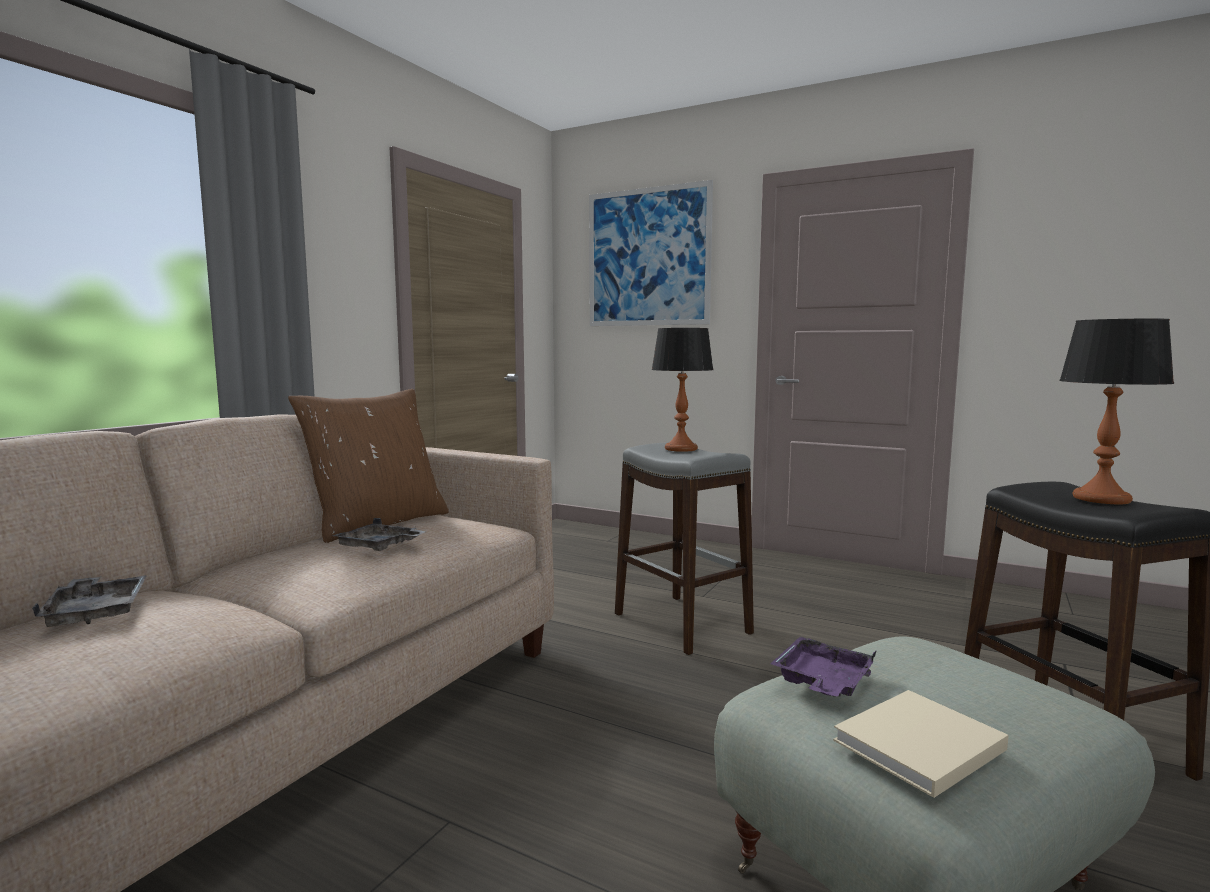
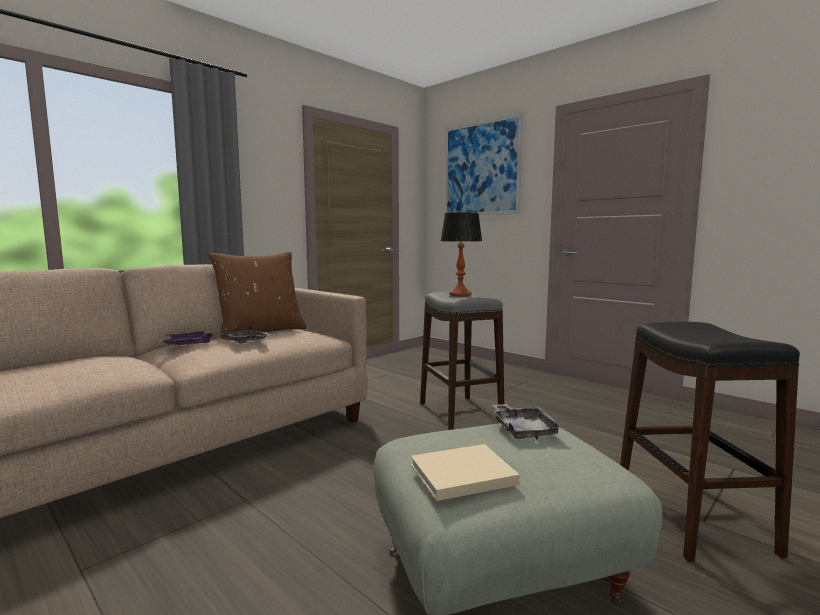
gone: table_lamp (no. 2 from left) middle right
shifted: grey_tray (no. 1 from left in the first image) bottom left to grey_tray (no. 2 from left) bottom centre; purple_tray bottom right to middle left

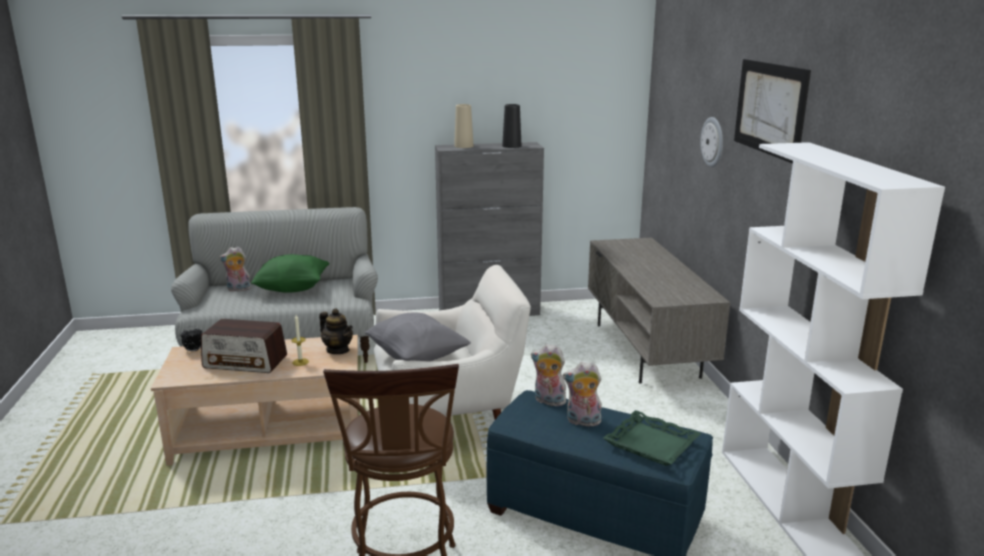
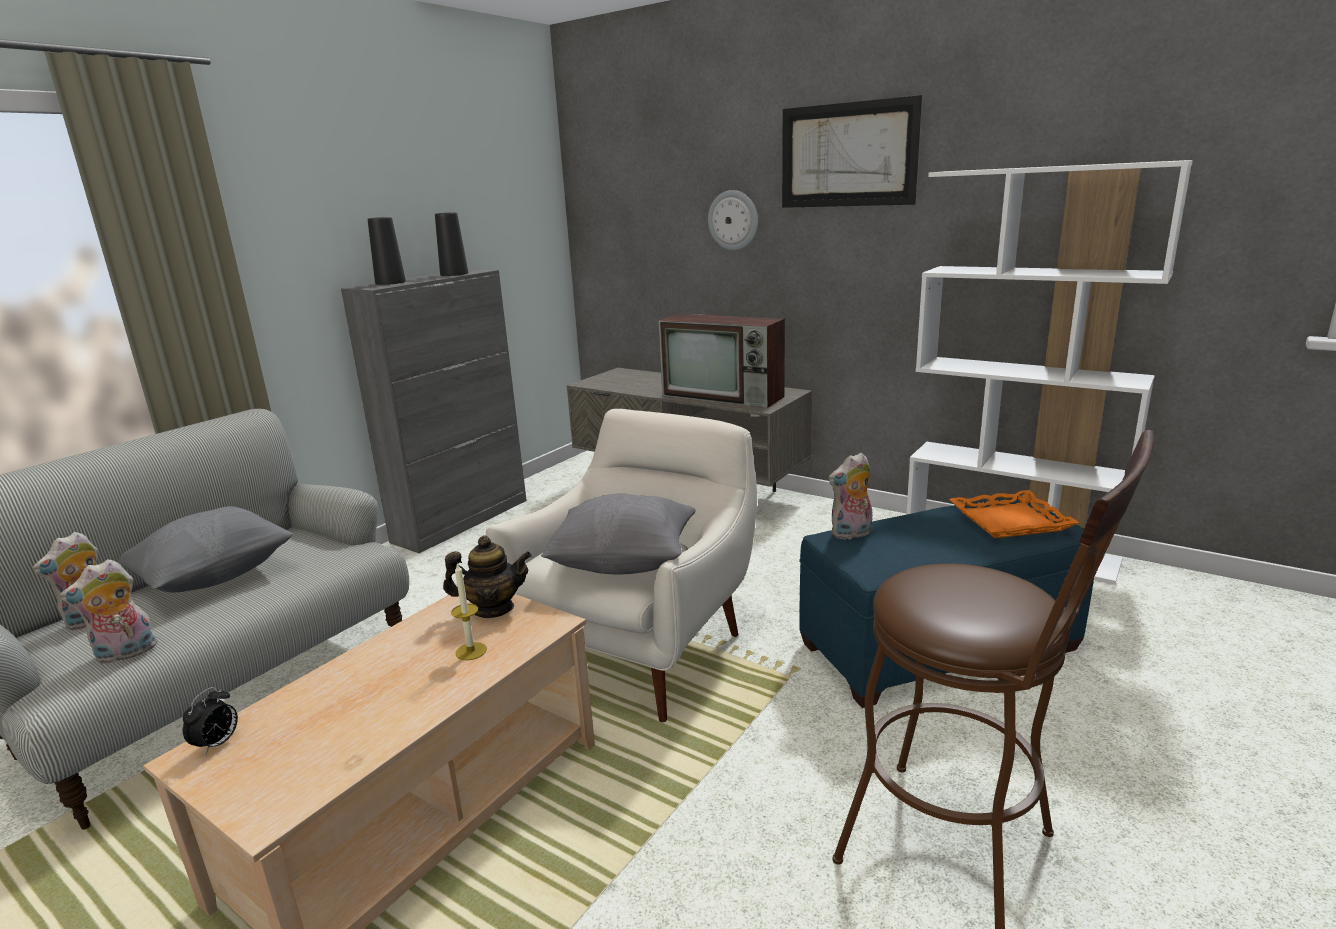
gone: radio middle left
new: television centre
shifted: plush_toy (no. 3 from left in the first image) bottom centre to plush_toy (no. 2 from left) middle left
repainted: beige_vase top centre to black_vase (no. 1 from left) top left; green_pillow middle left to grey_pillow (no. 1 from left) middle left; green_tray bottom centre to orange_tray middle right

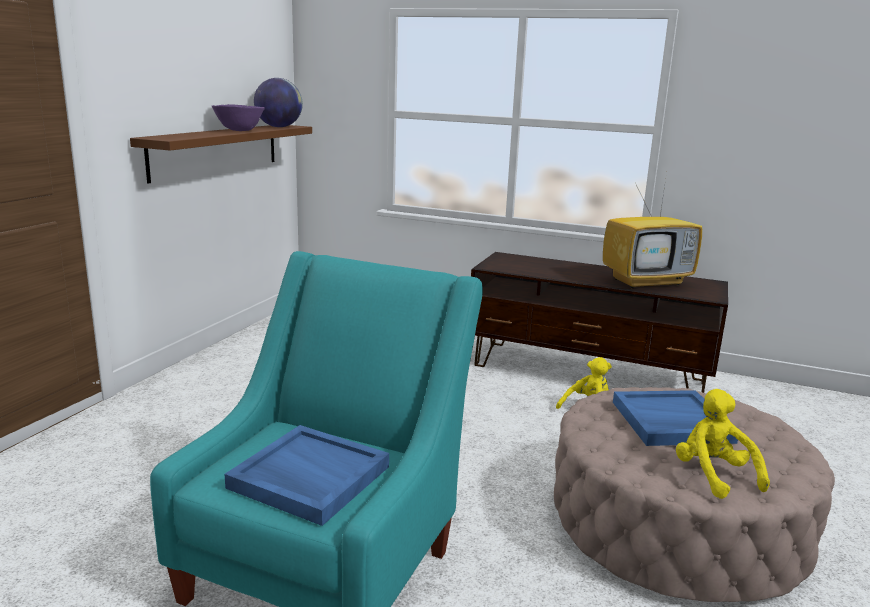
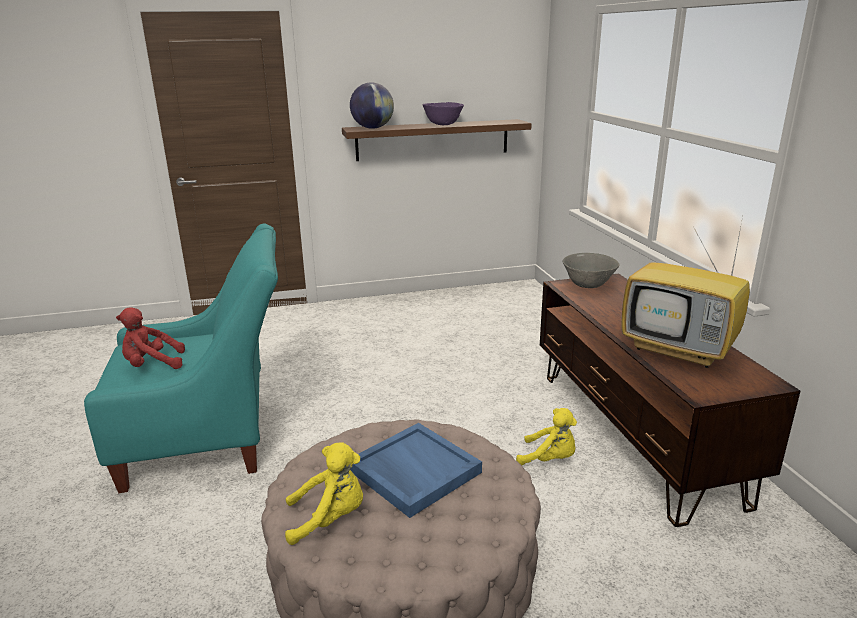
new: grey_bowl middle right
shifted: globe top left to top centre
swapped: blue_tray (no. 1 from left) bottom centre to red_plush_toy middle left
rotated: yellow_plush_toy (no. 2 from left in the first image) bottom right = bottom centre 45 degrees clockwise

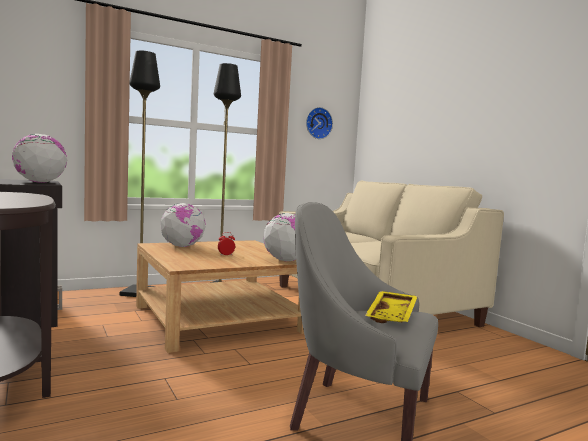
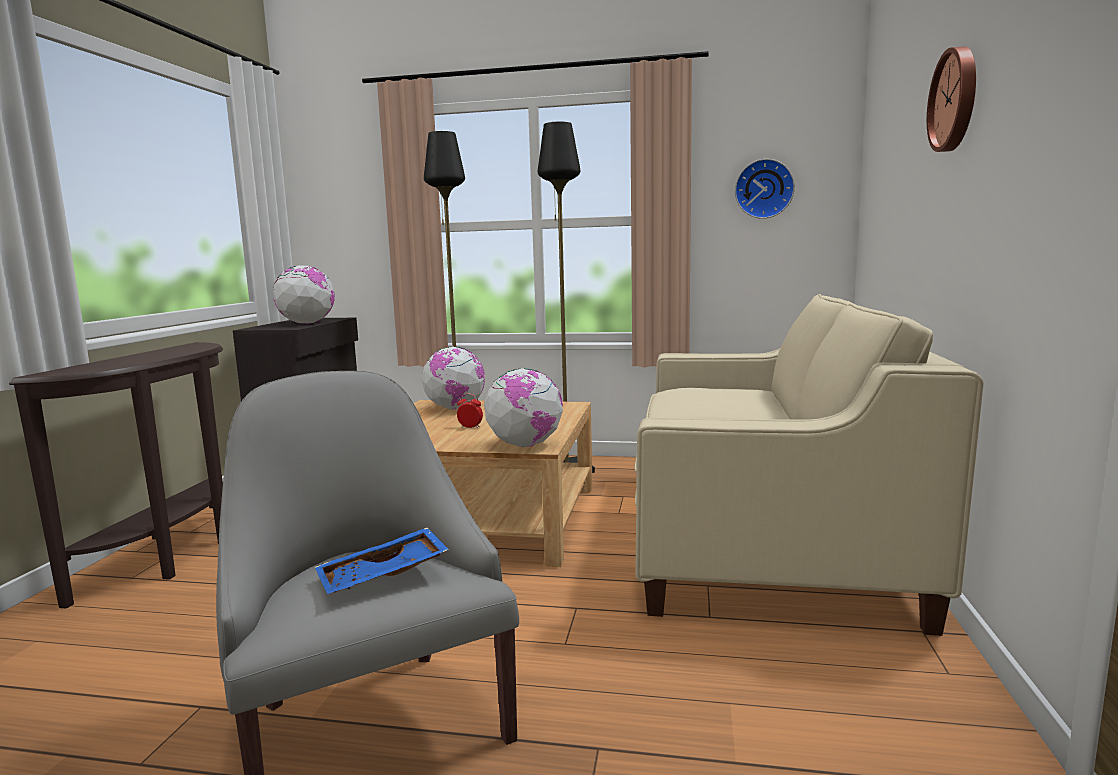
new: wall_clock (no. 2 from left) top right
repainted: yellow_tray bottom centre to blue_tray bottom centre

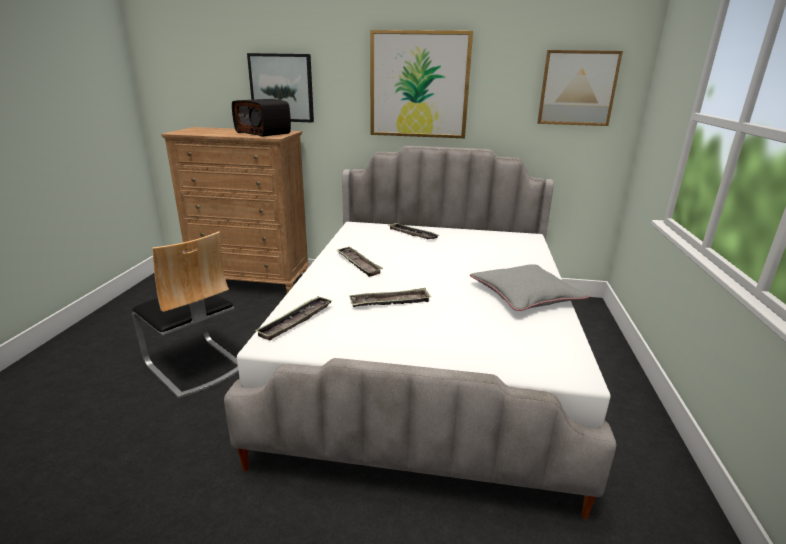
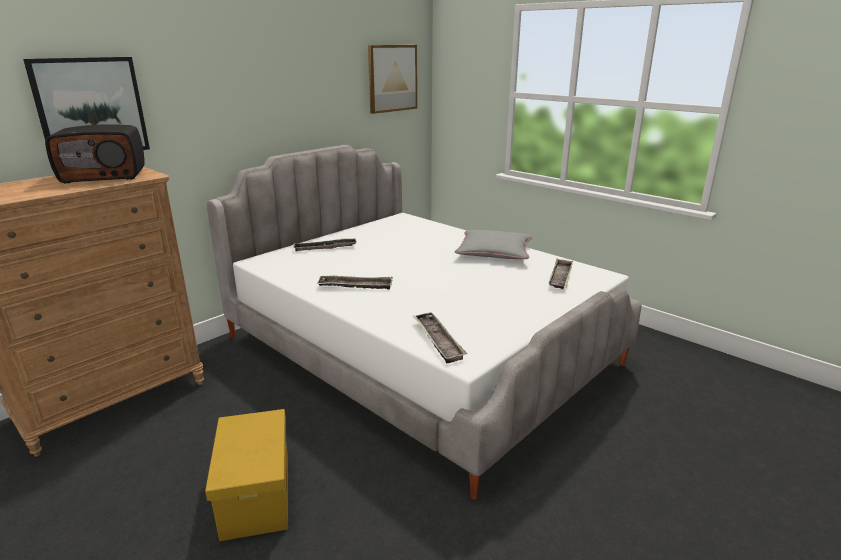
gone: picture (no. 2 from left) top centre
shifted: tray (no. 3 from left in the first image) centre to tray (no. 4 from left) middle right
swapped: chair middle left to yellow_storage_box bottom left

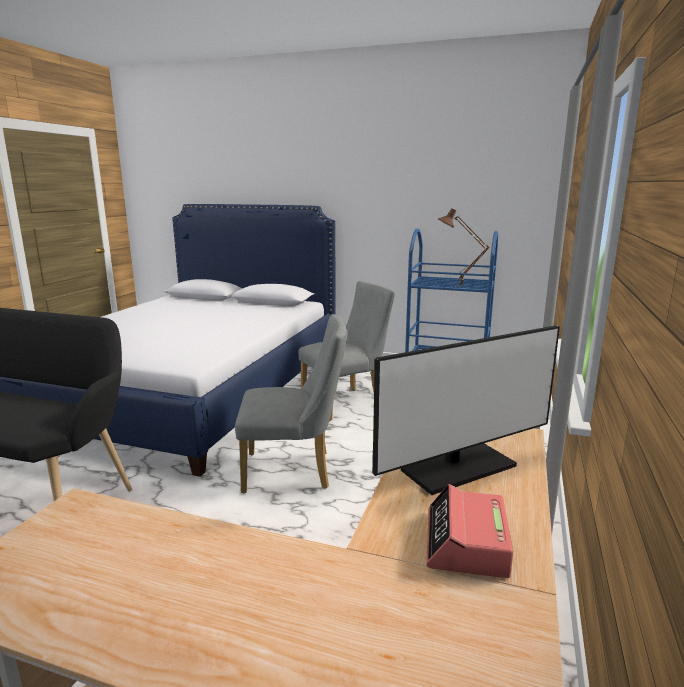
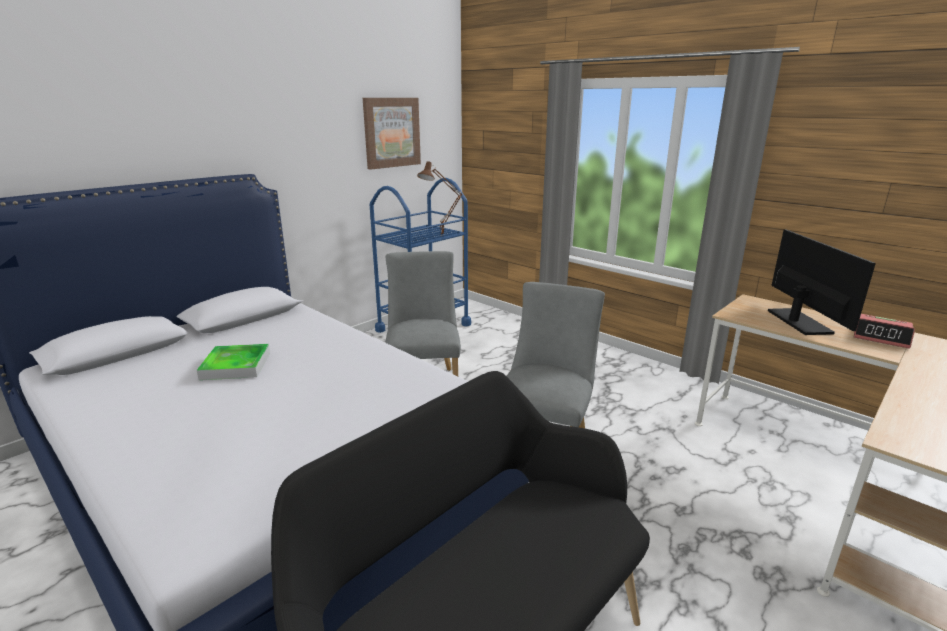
new: picture top centre; tray middle left

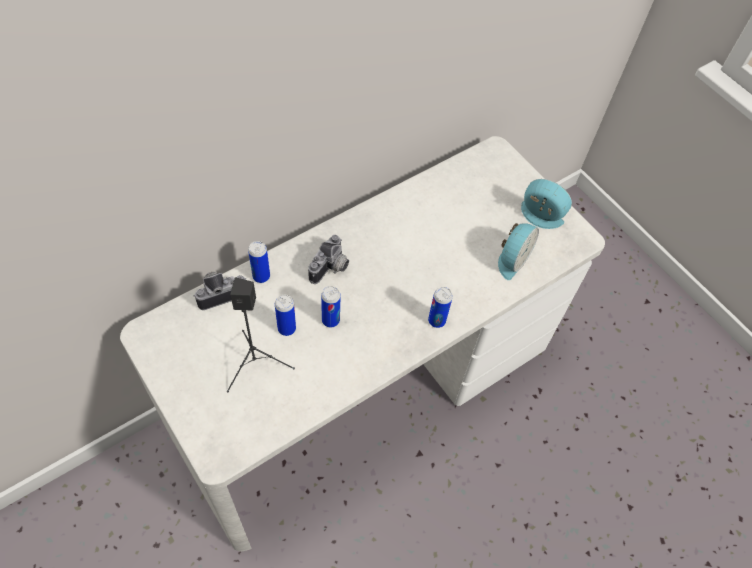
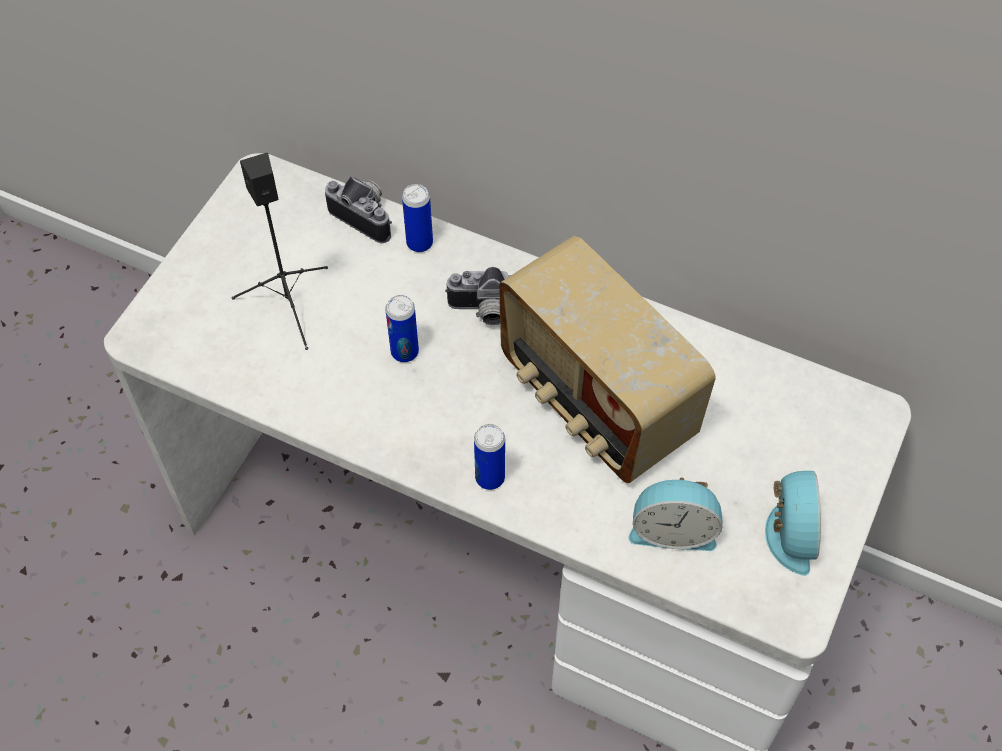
gone: can (no. 2 from left) centre
new: radio centre

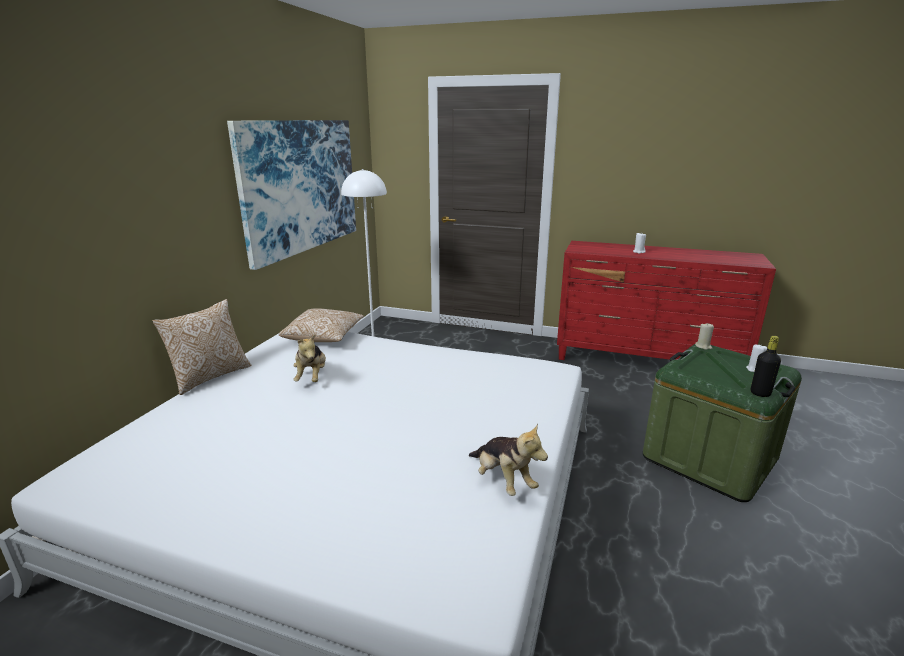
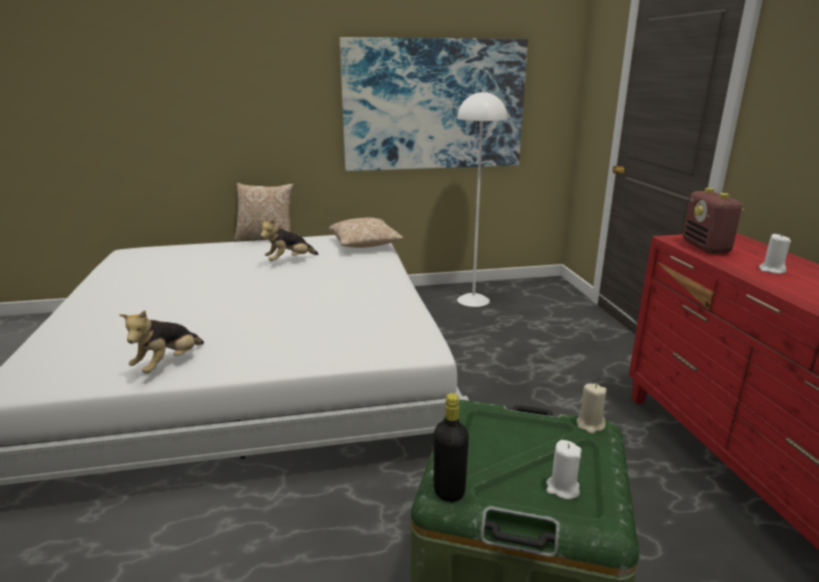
new: radio middle right

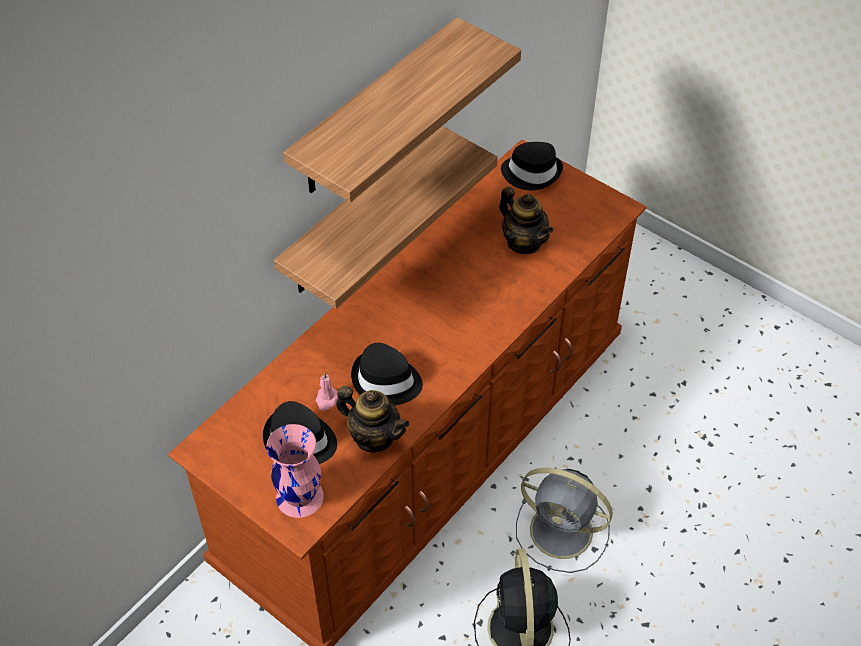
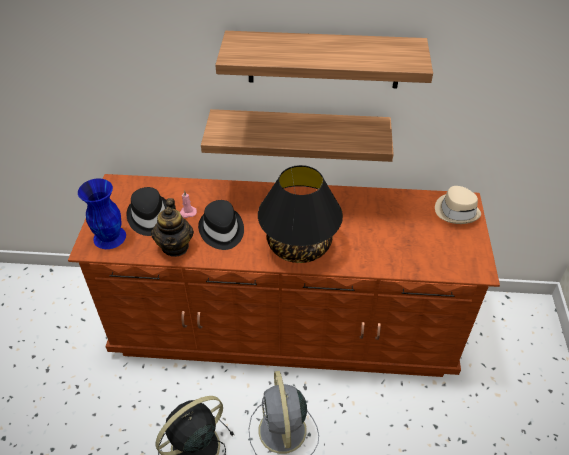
gone: teapot (no. 2 from left) centre
new: black_table_lamp centre
repainted: black_hat (no. 3 from left) top centre to beige_hat middle right; pink_vase bottom centre to blue_vase middle left

